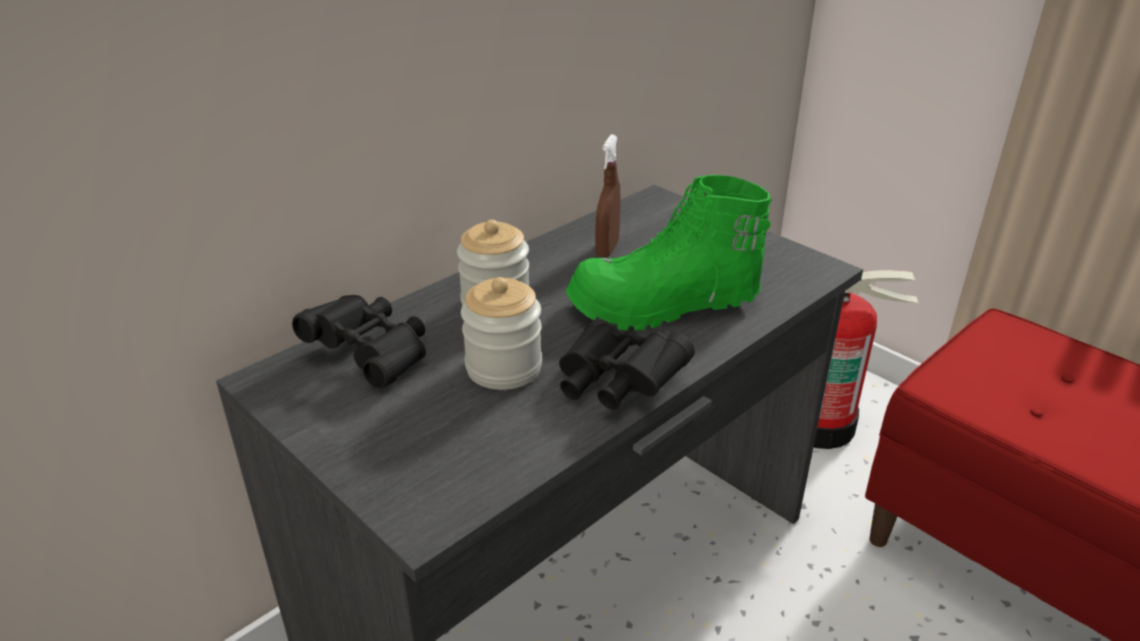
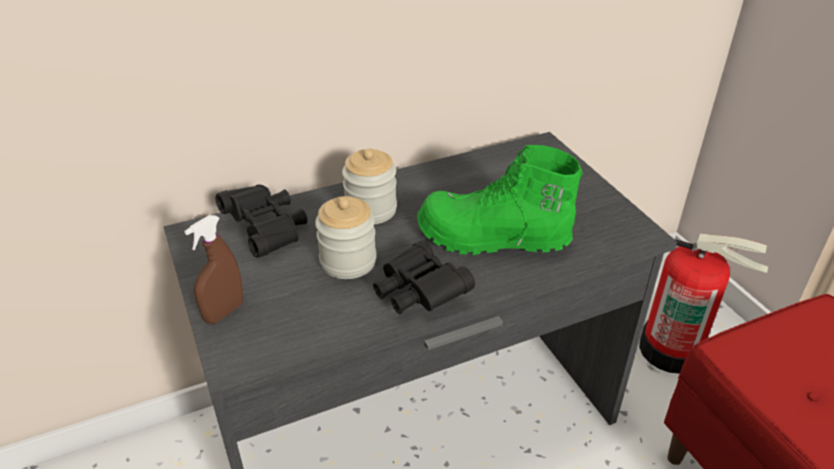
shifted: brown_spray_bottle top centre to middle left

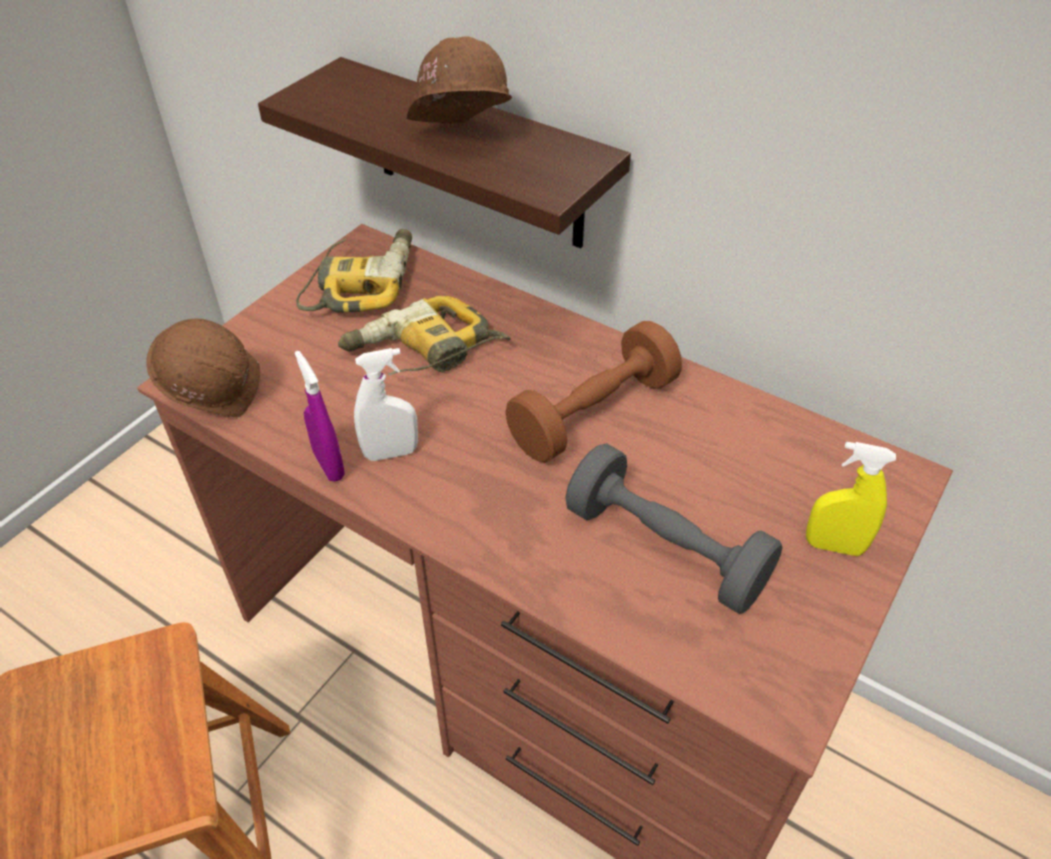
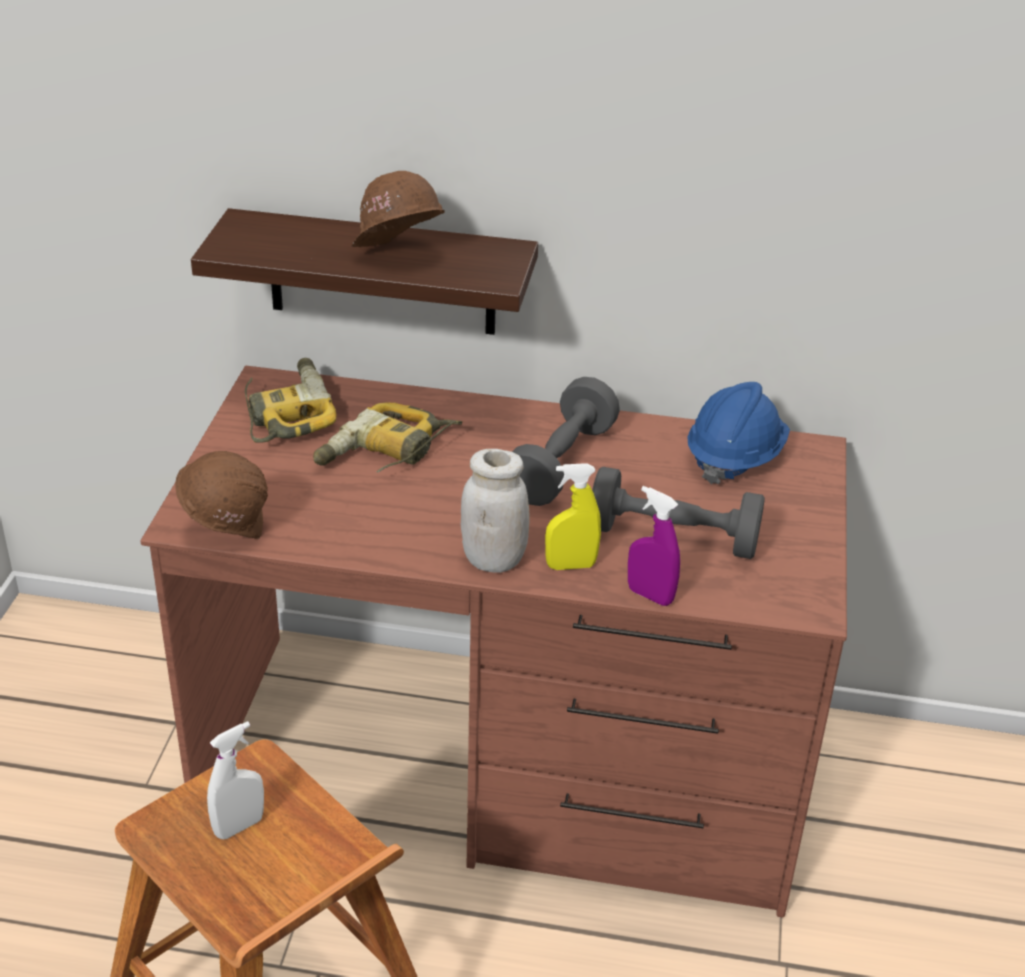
new: blue_hard_hat middle right; white_jar centre
shifted: white_spray_bottle centre to bottom left; purple_spray_bottle middle left to centre; yellow_spray_bottle middle right to centre
repainted: brown_dumbbell centre to grey_dumbbell (no. 1 from left) centre

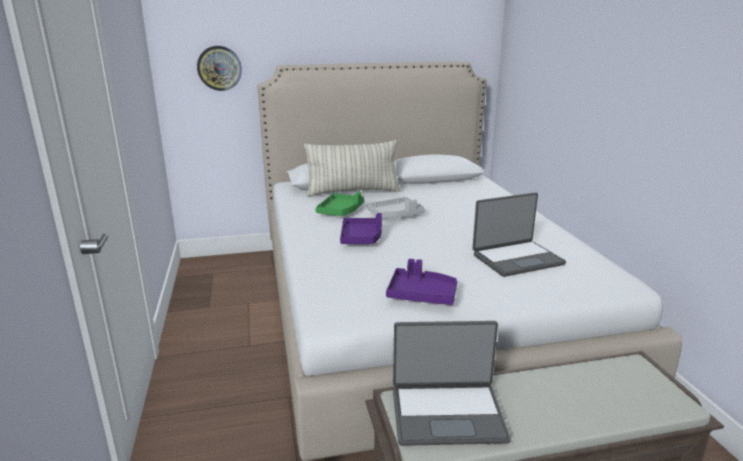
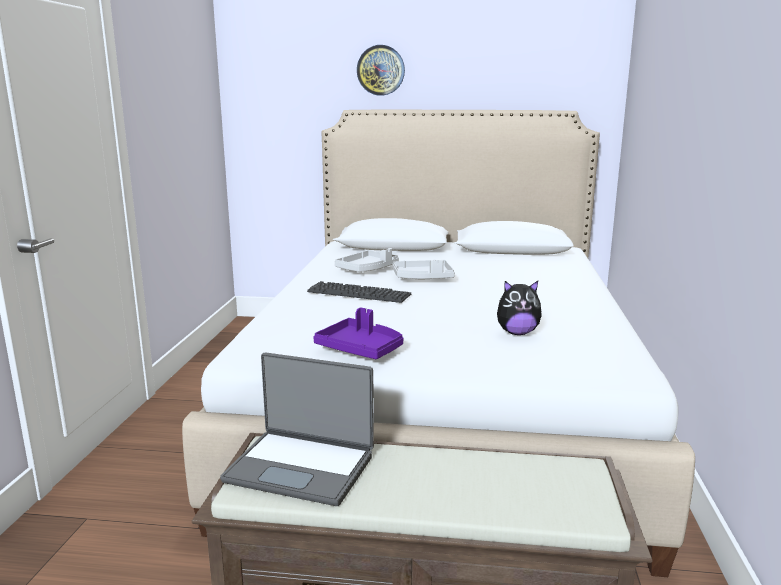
gone: pillow centre
shifted: wall_clock top left to top centre
swapped: laptop (no. 2 from left) middle right to plush_toy centre; purple_tray (no. 1 from left) centre to keyboard centre
repainted: green_tray centre to grey_tray (no. 1 from left) centre

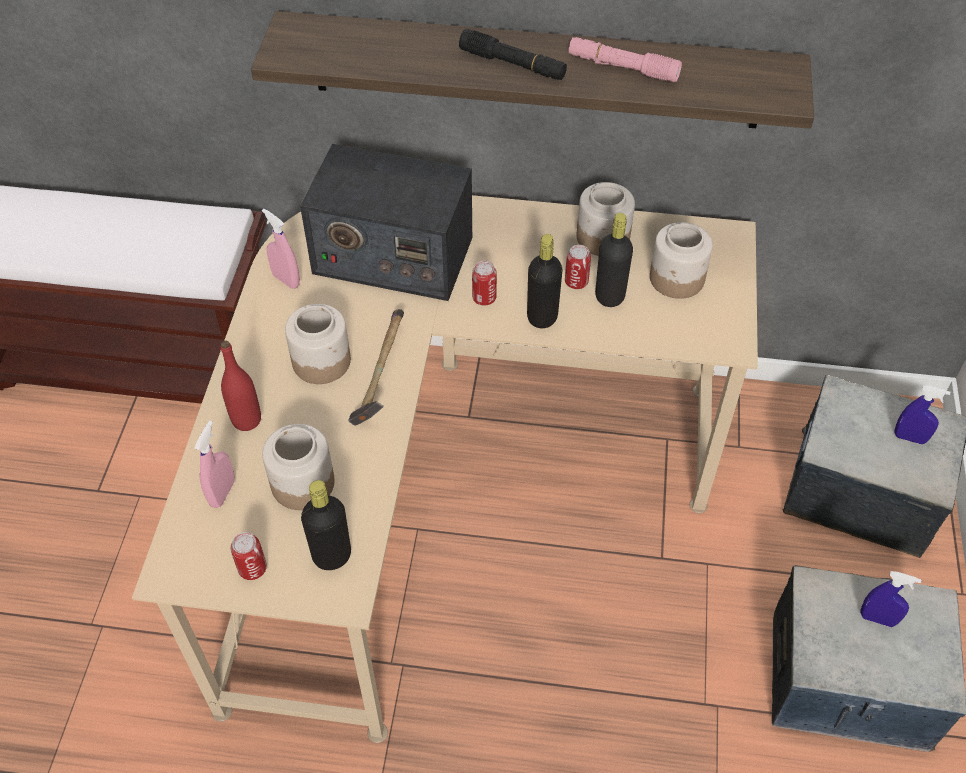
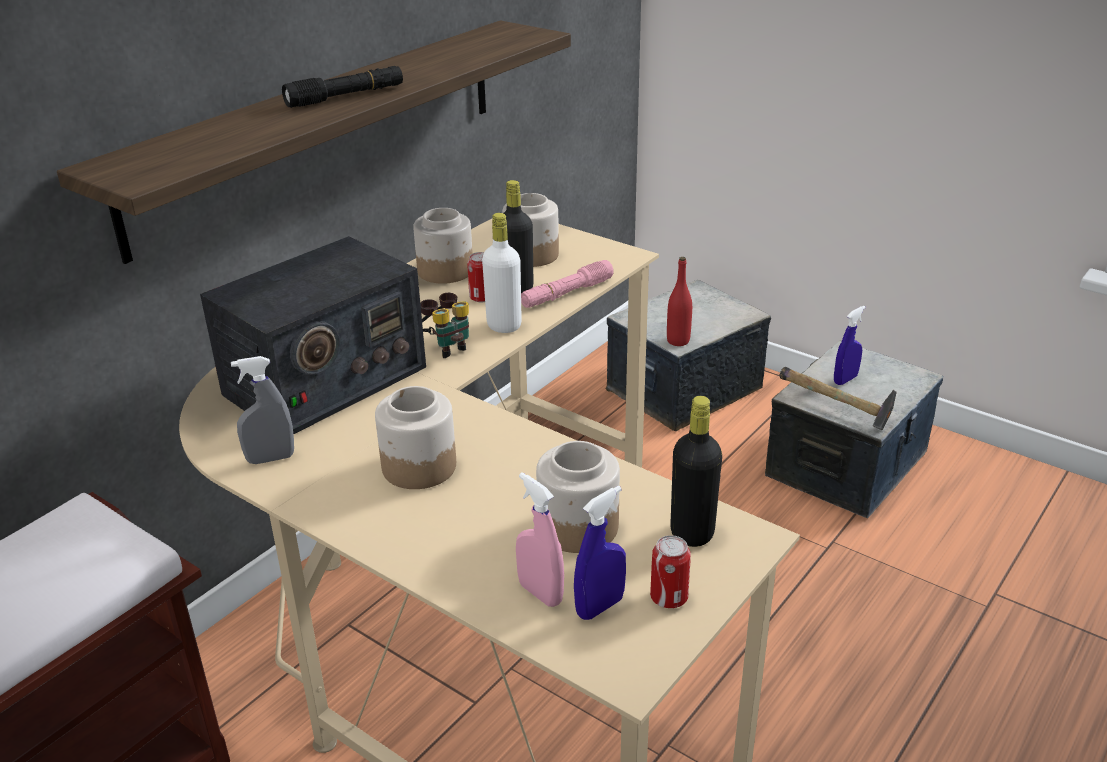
shifted: pink_flashlight top centre to centre; hammer centre to middle right; red_bottle middle left to centre; blue_spray_bottle (no. 2 from left in the first image) middle right to blue_spray_bottle (no. 1 from left) bottom centre
swapped: can (no. 2 from left) centre to binoculars centre
repainted: pink_spray_bottle (no. 2 from left) top left to grey_spray_bottle middle left; black_bottle (no. 2 from left) centre to white_bottle centre

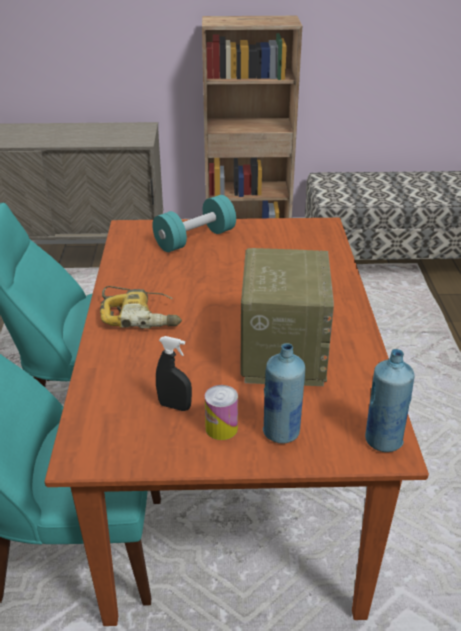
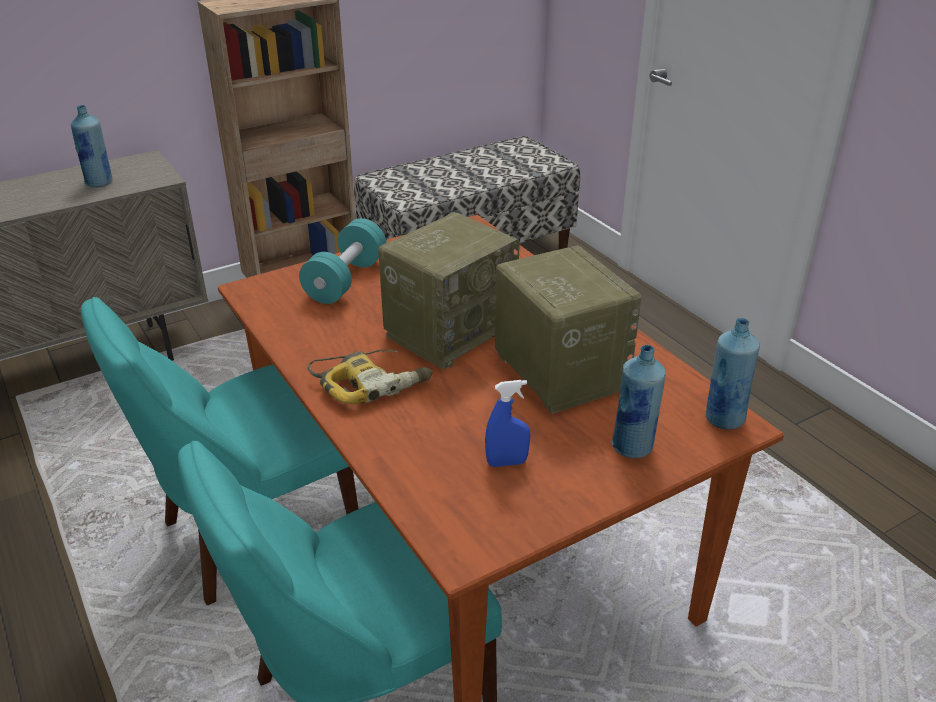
gone: can centre
new: blue_bottle (no. 1 from left) top left; radio (no. 1 from left) centre
repainted: black_spray_bottle centre to blue_spray_bottle centre

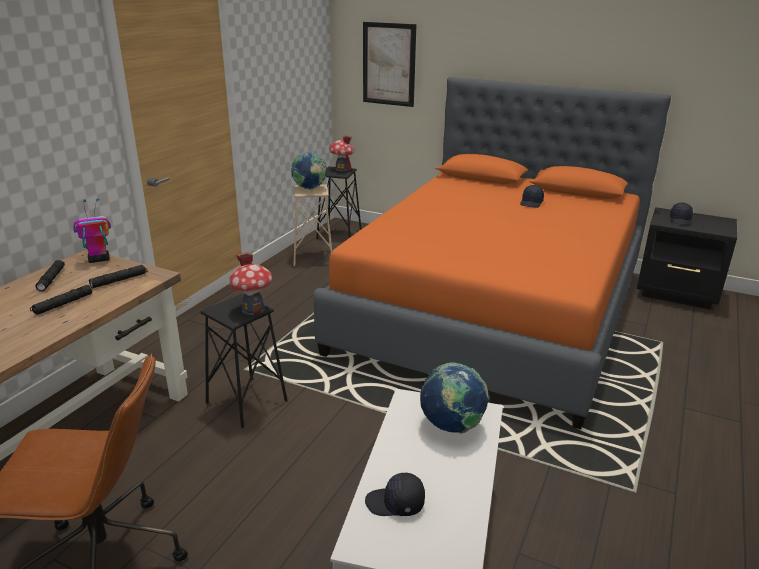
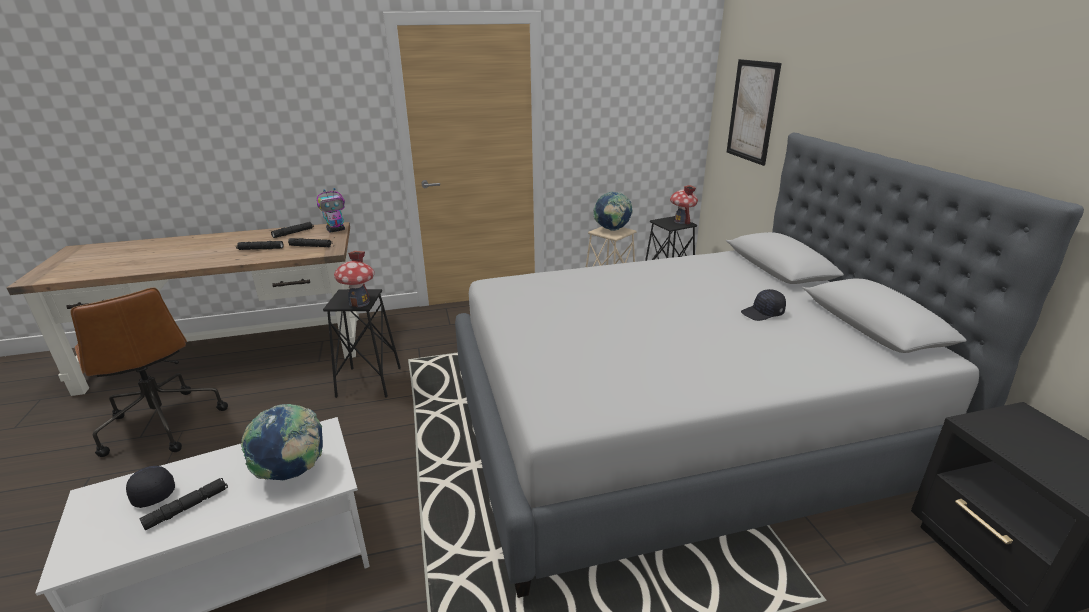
gone: black_cap (no. 3 from left) middle right
new: black_flashlight (no. 1 from left) bottom left
repainted: orange_bed centre to grey_bed middle right
rotated: toy_robot middle left = middle left 120 degrees clockwise

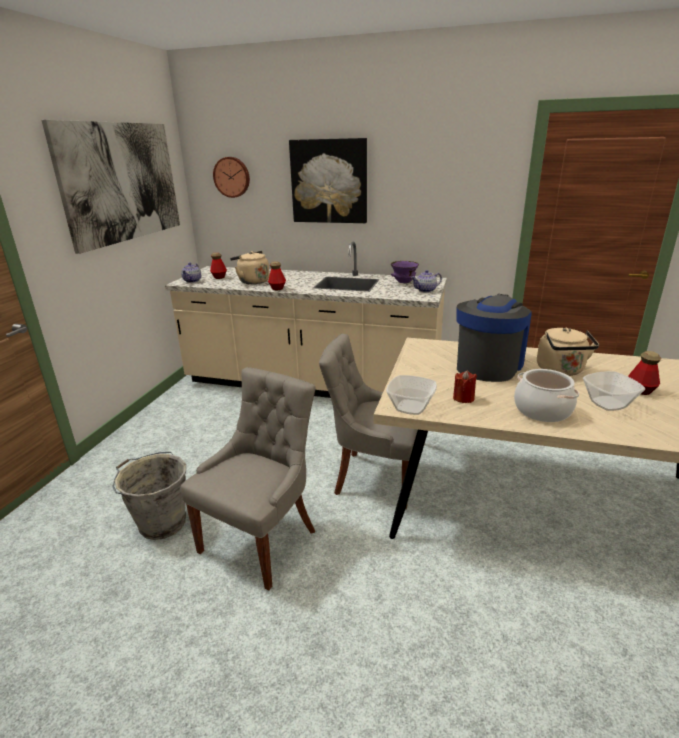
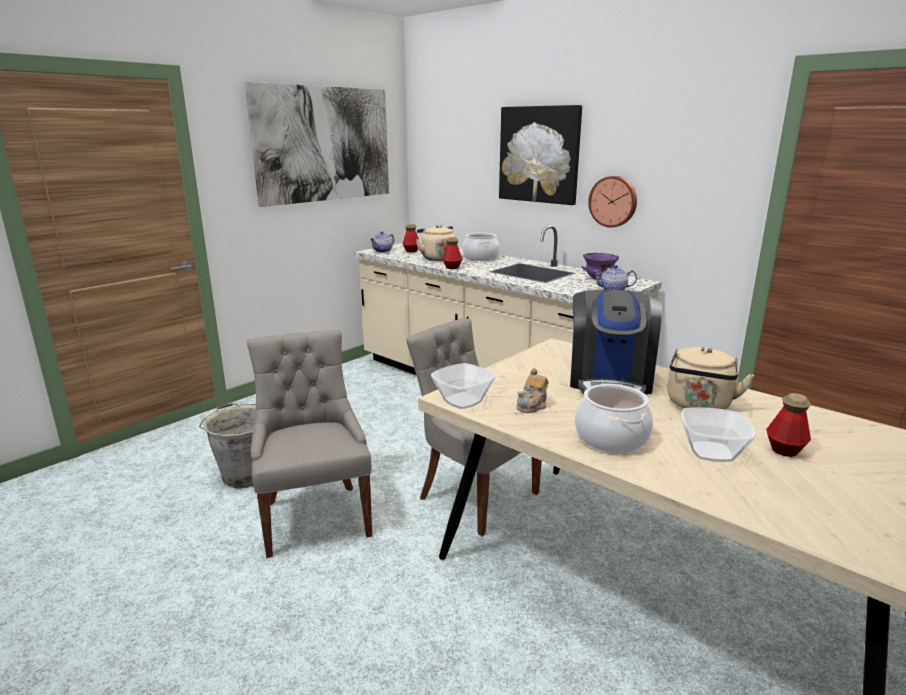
new: cooking_pot (no. 1 from left) centre
shifted: wall_clock top centre to top right
swapped: red_candle middle right to teapot (no. 2 from left) centre
rotated: coffee_machine middle right = middle right 135 degrees clockwise; grey_chair (no. 1 from left) centre = centre 75 degrees counterclockwise

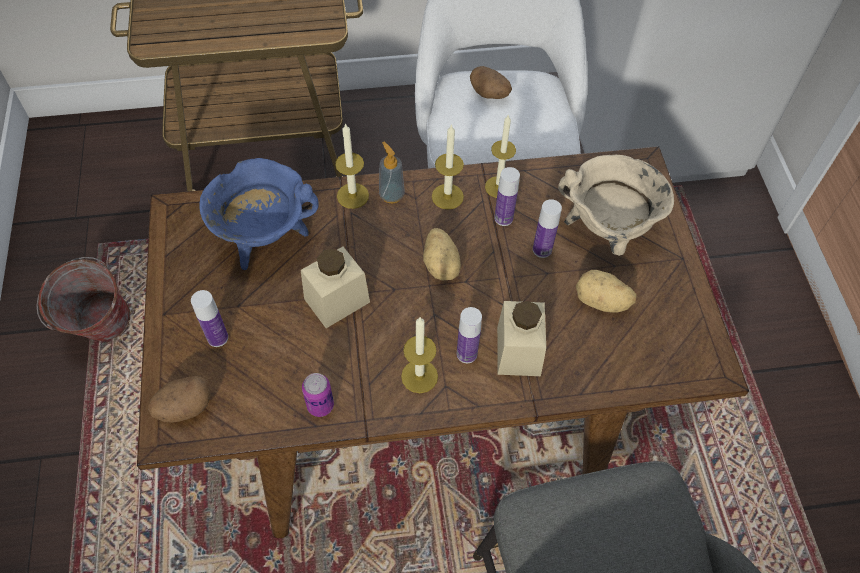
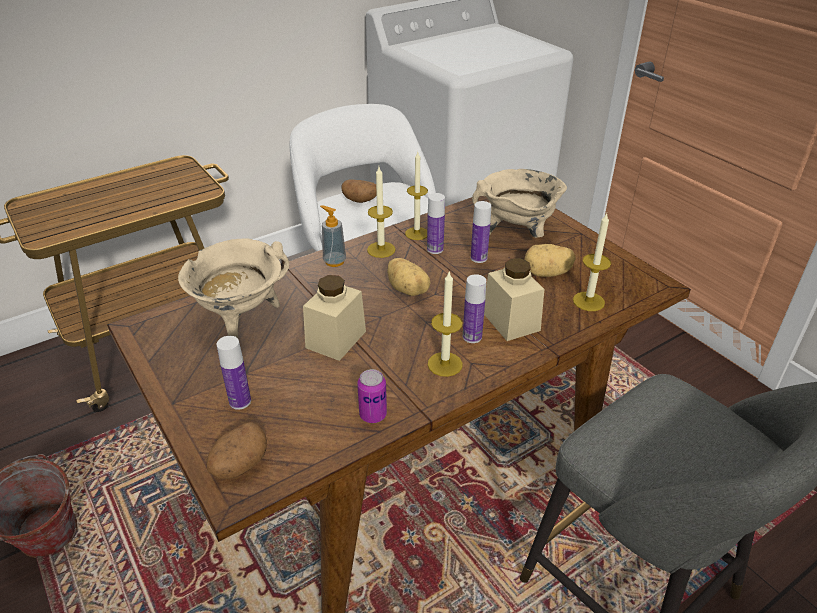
shifted: candle (no. 1 from left in the first image) top centre to candle (no. 4 from left) middle right
repainted: blue_cooking_pot middle left to beige_cooking_pot (no. 1 from left) middle left

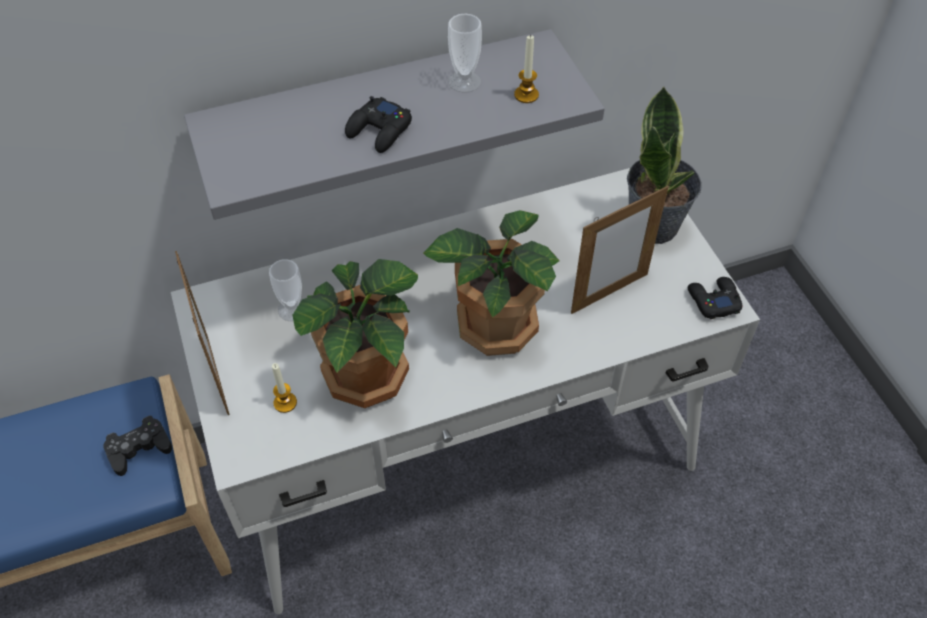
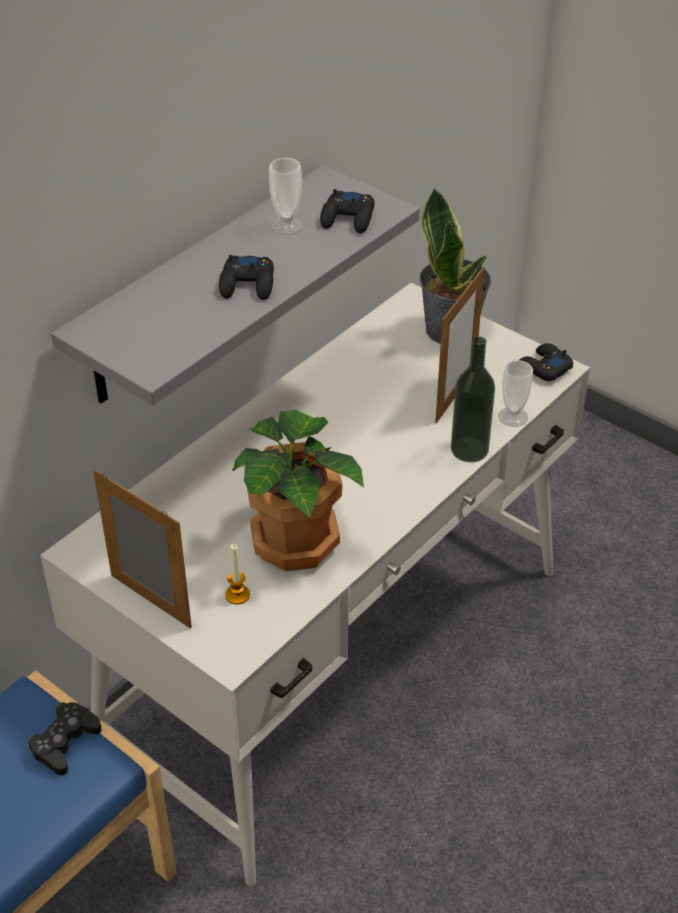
gone: potted_plant (no. 2 from left) centre
new: bottle middle right
shifted: cup (no. 1 from left in the first image) middle left to cup (no. 2 from left) middle right
swapped: candle (no. 2 from left) top centre to black_game_controller (no. 3 from left) top centre

